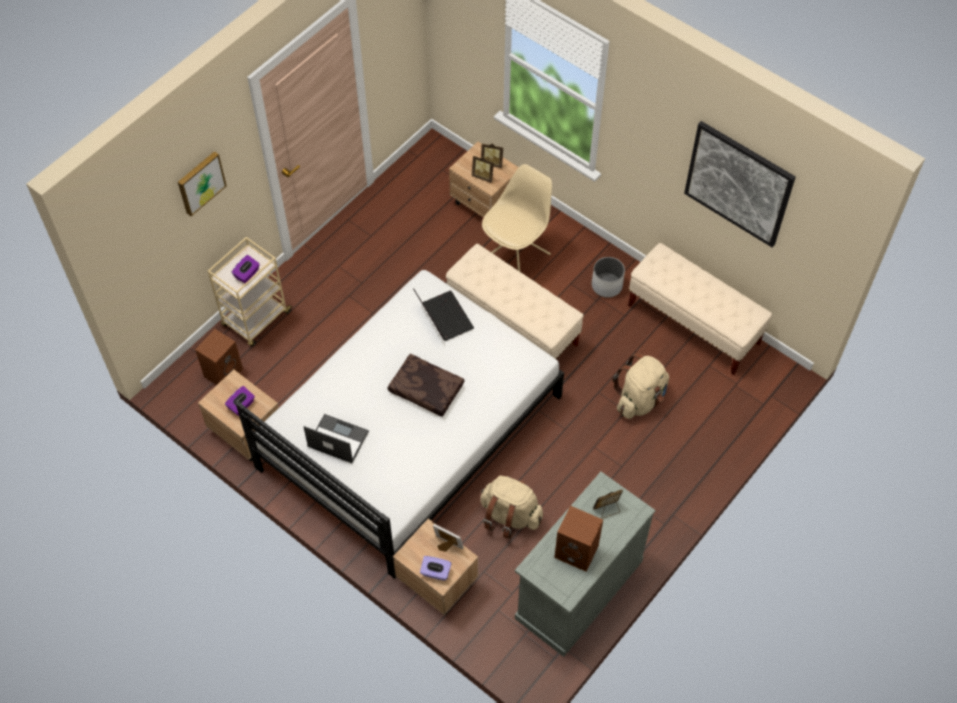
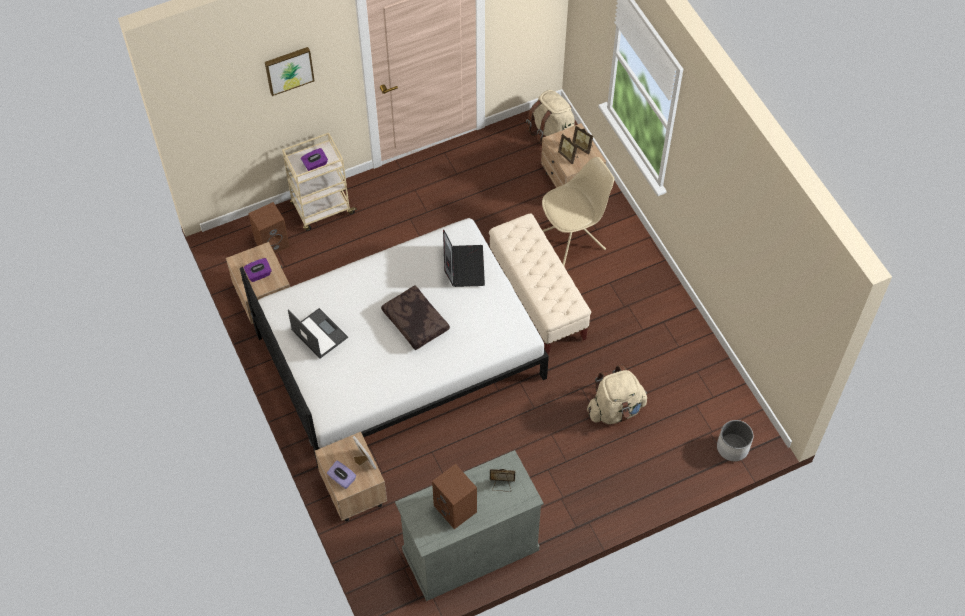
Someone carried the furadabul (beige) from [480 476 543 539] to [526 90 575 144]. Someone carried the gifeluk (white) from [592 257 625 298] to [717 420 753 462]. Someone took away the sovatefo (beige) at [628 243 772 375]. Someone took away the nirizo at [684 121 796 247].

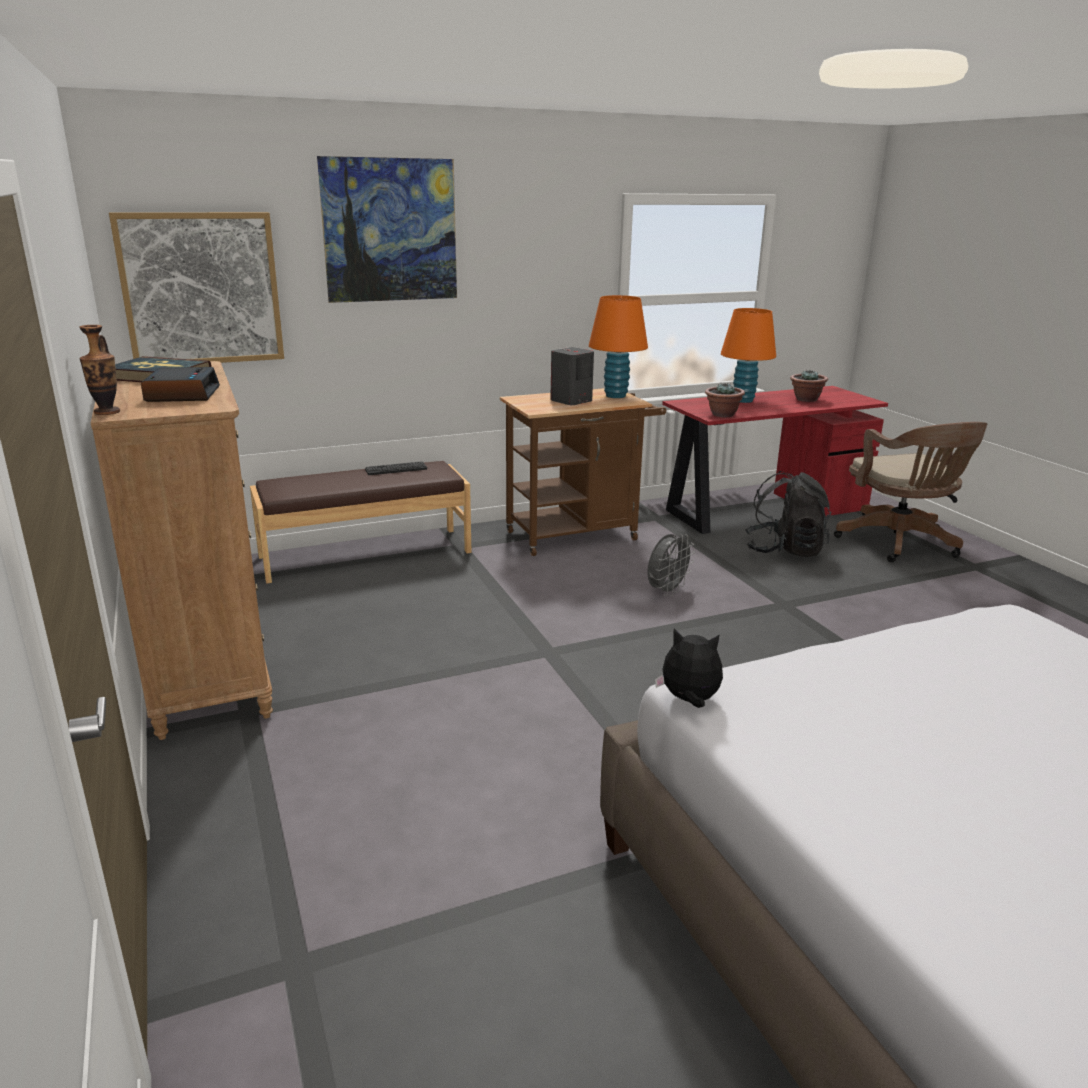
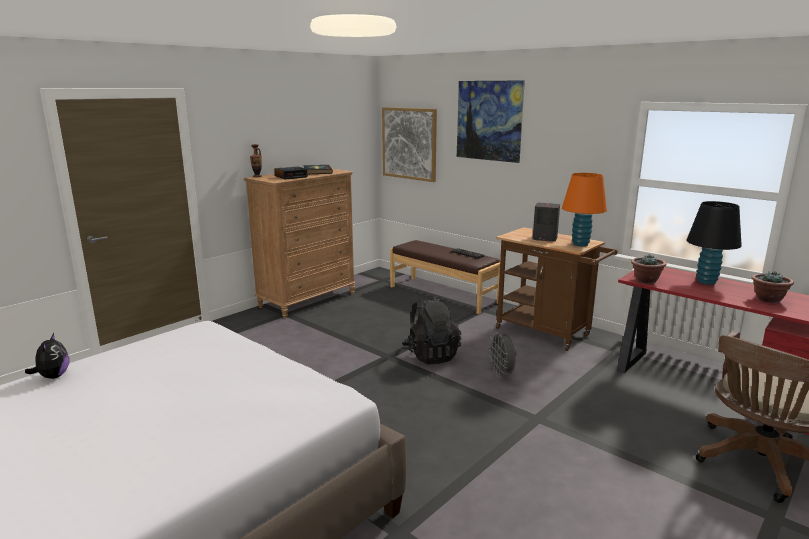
Someone carried the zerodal from [655 629 723 708] to [25 333 69 379]. Someone carried the furadabul (black) from [745 471 831 557] to [402 297 461 364]. Someone rotated the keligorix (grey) at [647 534 695 596] by 60 degrees clockwise. Someone repainted the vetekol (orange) at [721 308 776 403], which became the vetekol (black) at [686 201 742 285].

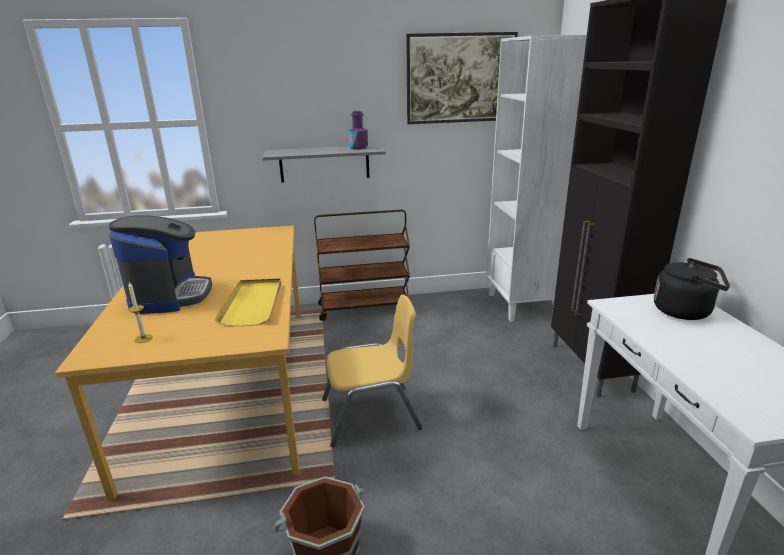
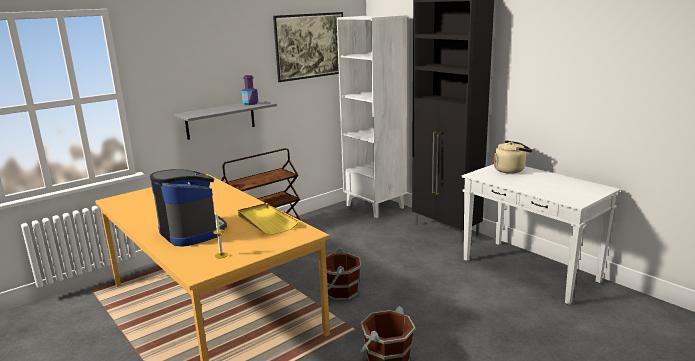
Someone swapped the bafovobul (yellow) at [322 295 422 447] for the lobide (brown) at [326 248 361 301]. Someone repainted the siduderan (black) at [654 258 730 320], which became the siduderan (beige) at [494 140 532 174].

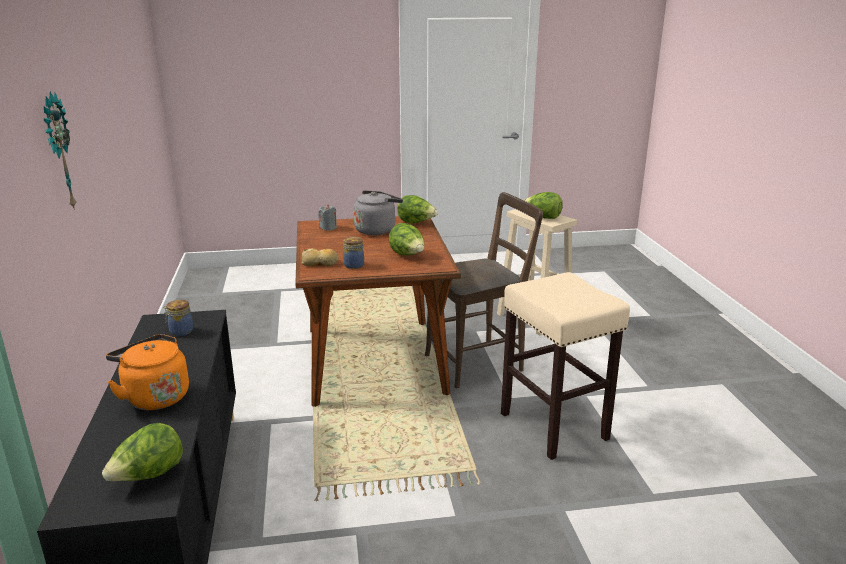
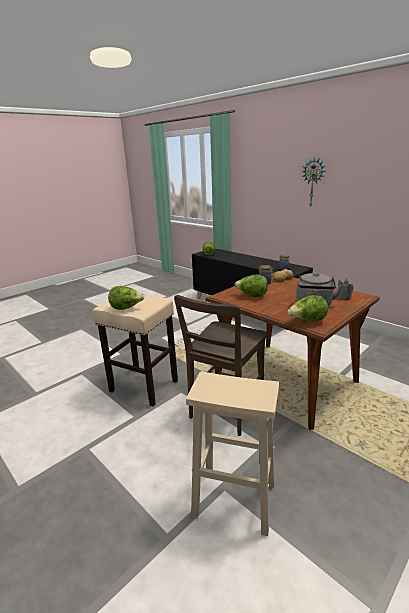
Someone carried the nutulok from [524 192 563 219] to [108 286 144 310]. Someone took away the siduderan (orange) at [106 334 189 410].

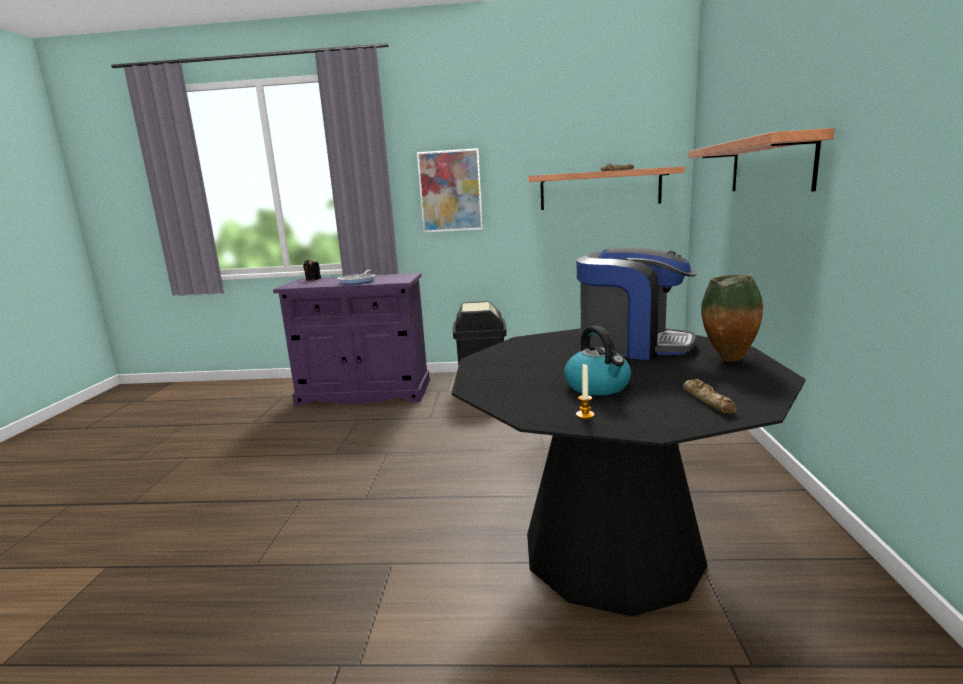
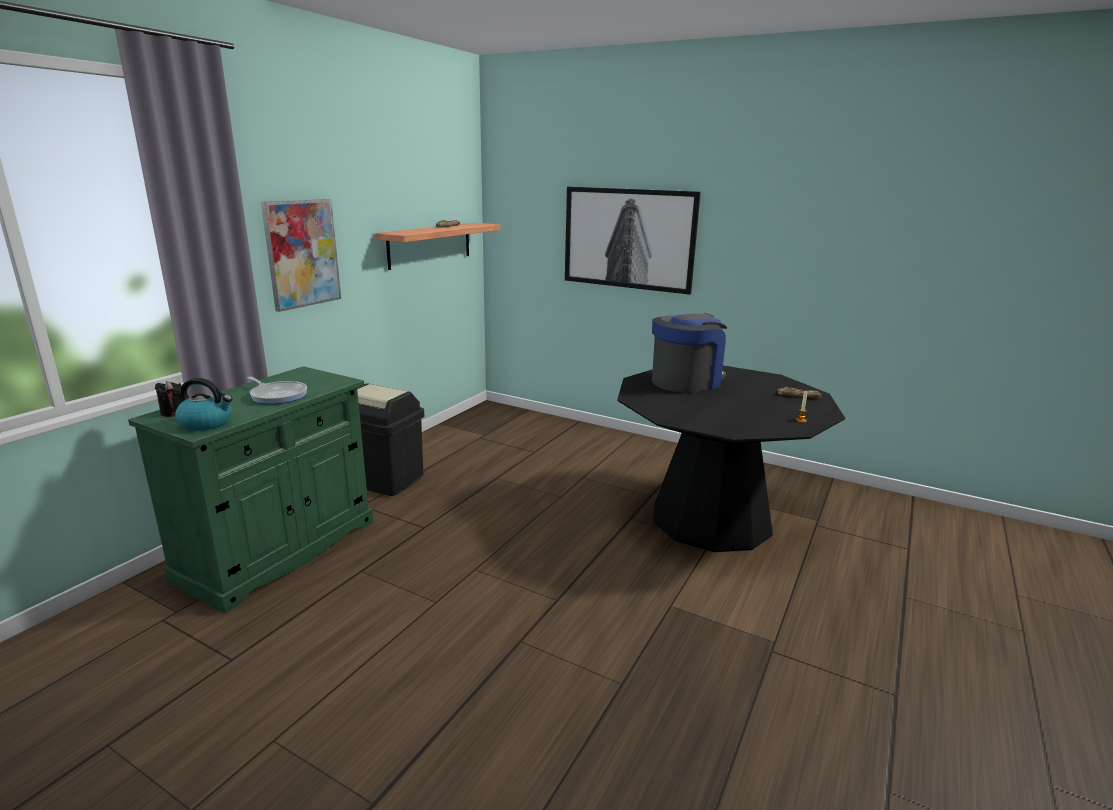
Someone repainted the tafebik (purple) at [273 273 430 406], which became the tafebik (green) at [128 366 373 613]. Someone carried the siduderan from [564 326 631 396] to [175 378 233 431]. Someone swapped the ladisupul at [689 128 835 191] for the nirizo at [565 187 701 295]. Someone took away the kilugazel at [701 275 763 362].

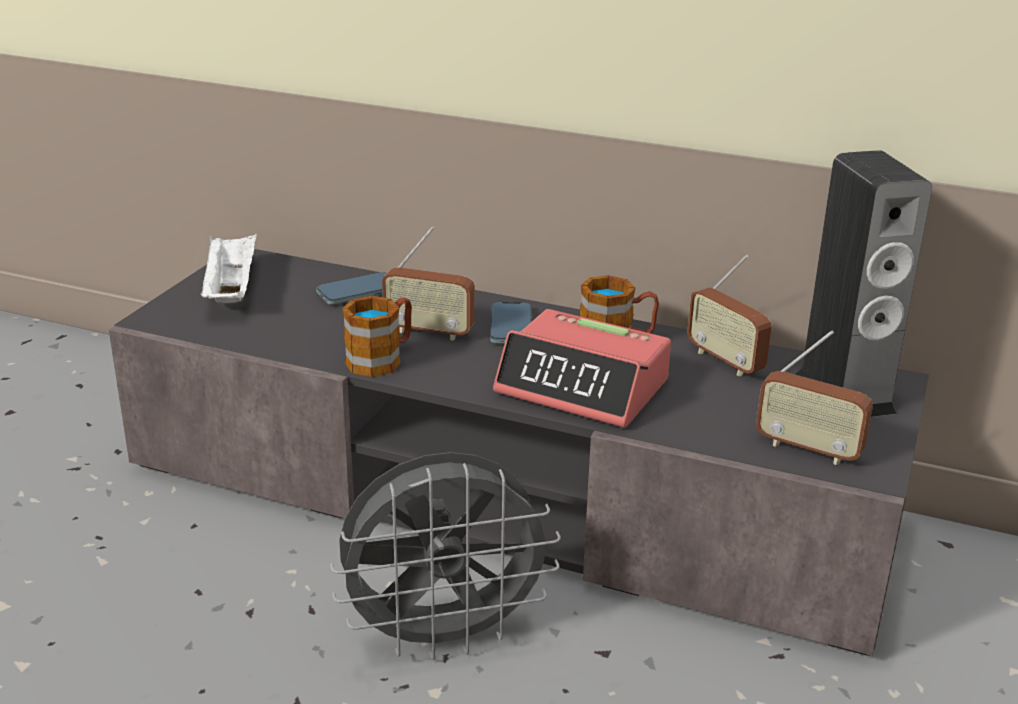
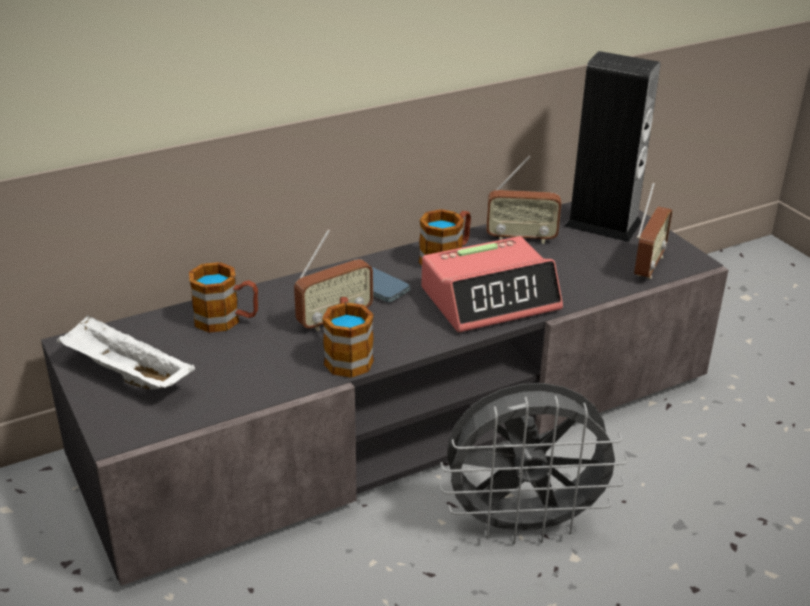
Someone swapped the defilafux at [316 272 387 305] for the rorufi at [189 262 258 333]. Someone rotated the keligorix (grey) at [330 452 561 660] by 60 degrees clockwise. Someone rotated the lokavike at [756 330 873 465] by 45 degrees counterclockwise.

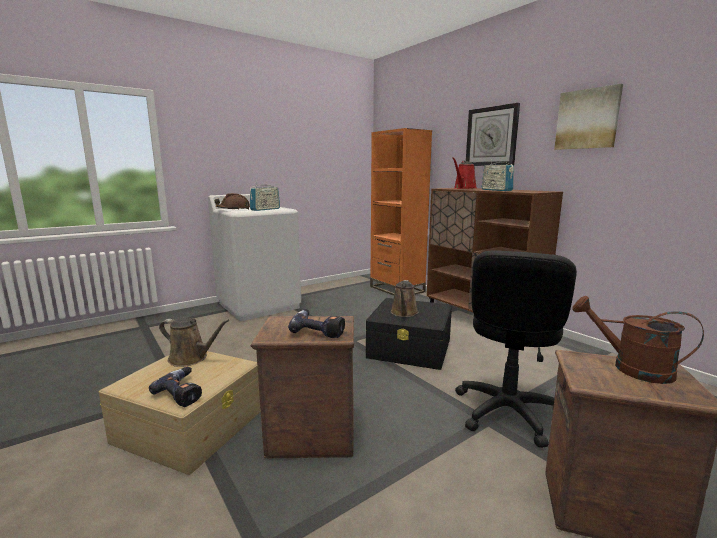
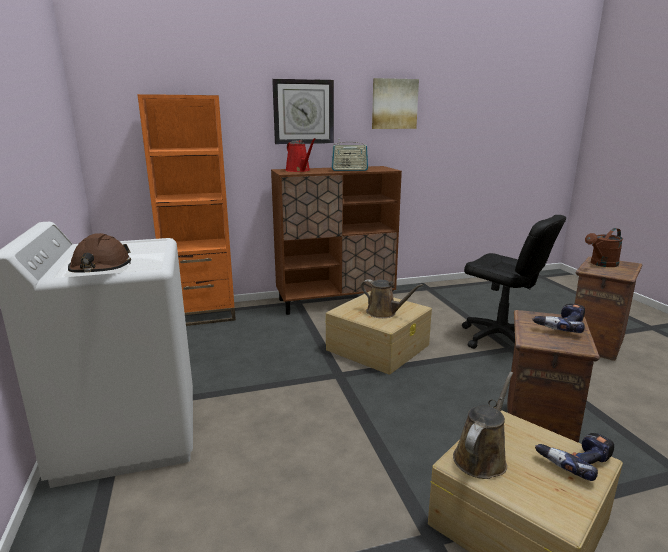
Someone repainted the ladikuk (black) at [366 298 452 370], which became the ladikuk (beige) at [326 291 432 375]. Someone took away the lokavike at [250 182 280 211].

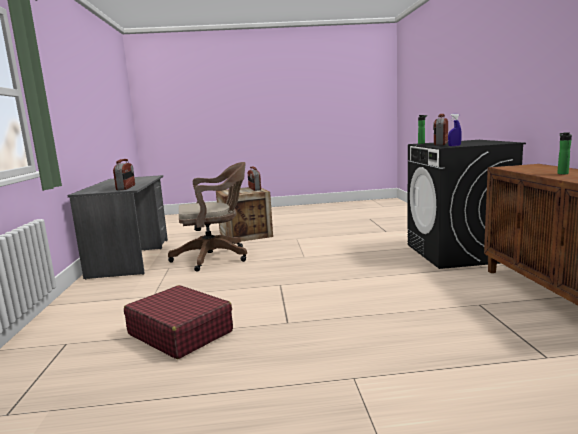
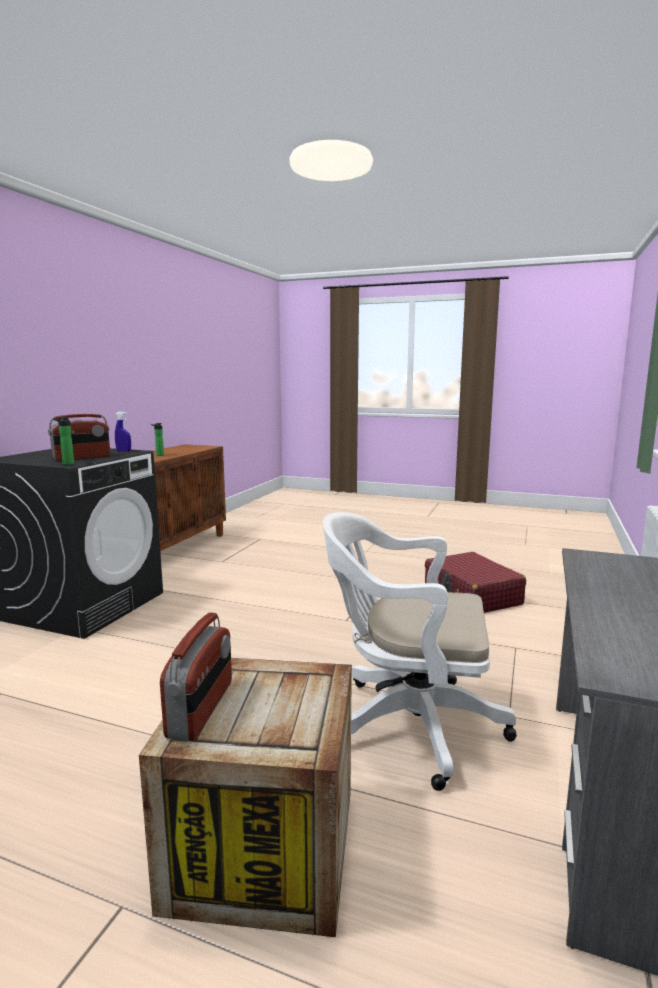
Someone repainted the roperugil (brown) at [168 162 247 272], which became the roperugil (white) at [323 512 517 791]. Someone took away the lokavike at [113 159 135 191].

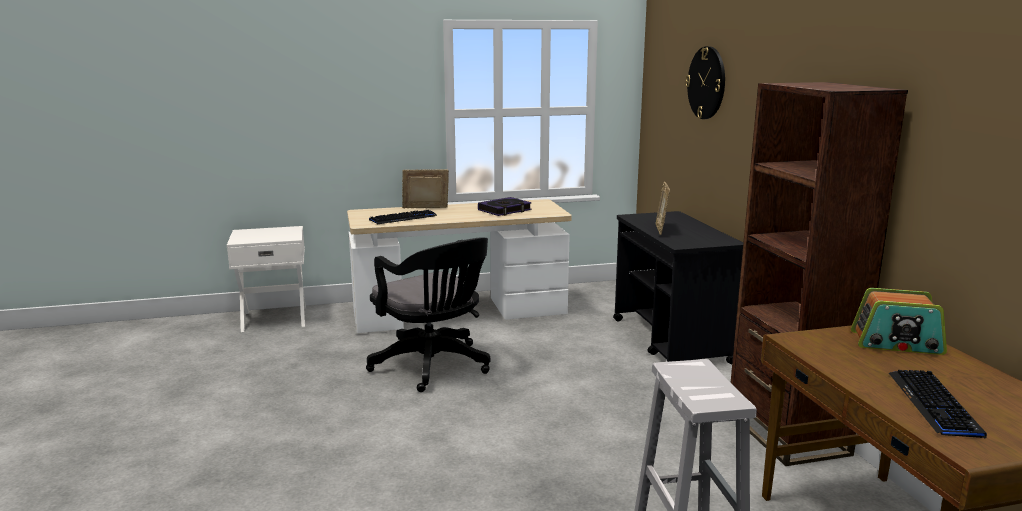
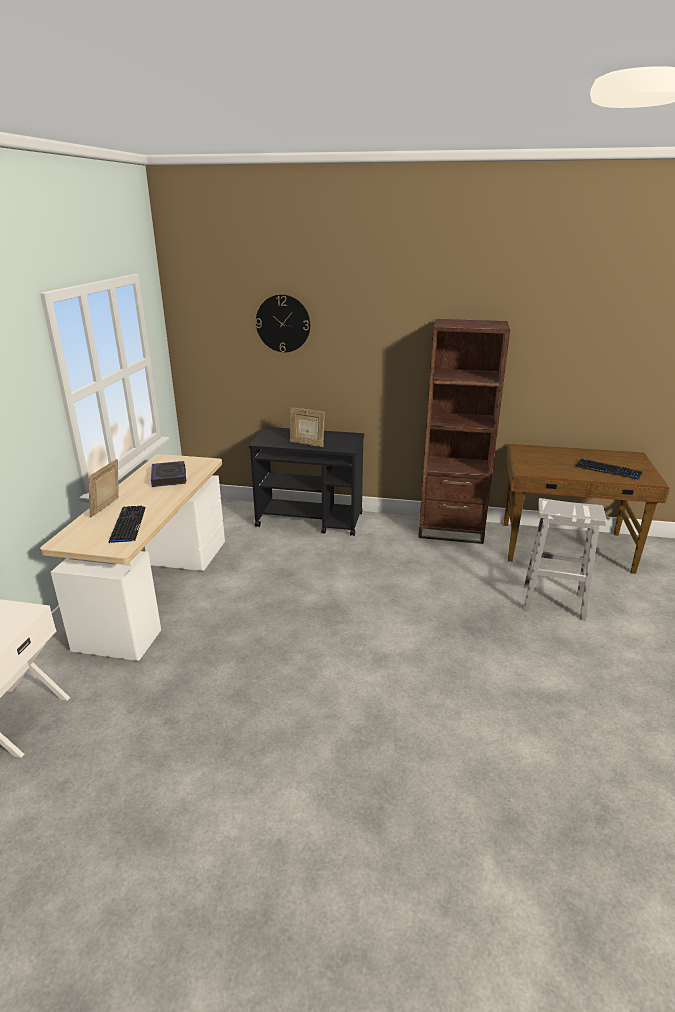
Someone took away the roperugil (black) at [366 237 491 392]. Someone took away the lokavike at [851 288 947 355].

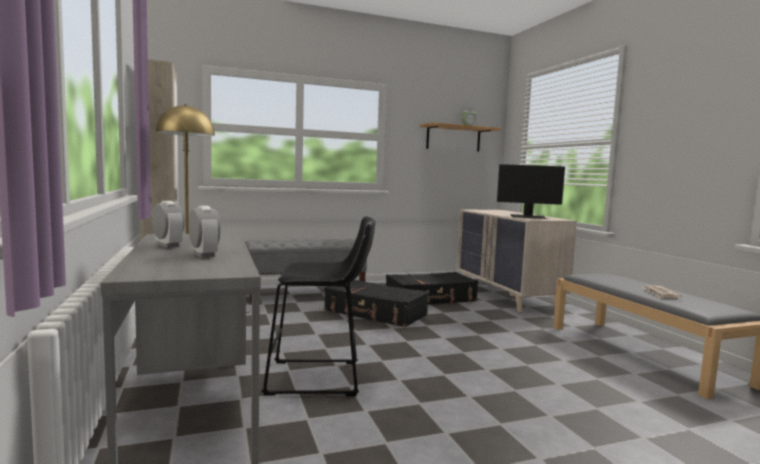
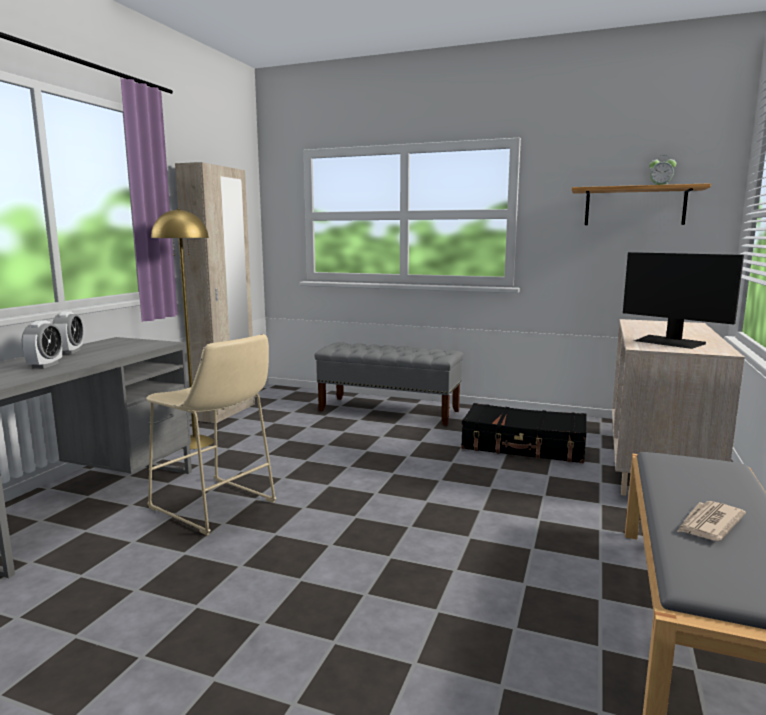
Someone repainted the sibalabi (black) at [262 216 375 396], which became the sibalabi (beige) at [146 334 276 535]. Someone took away the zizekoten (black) at [324 280 429 327].

